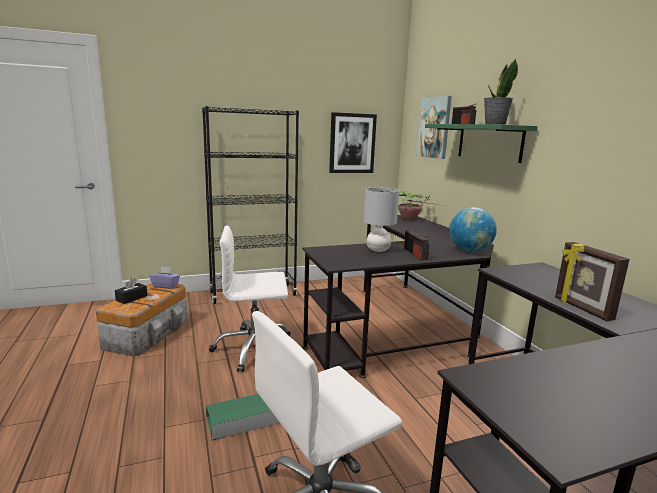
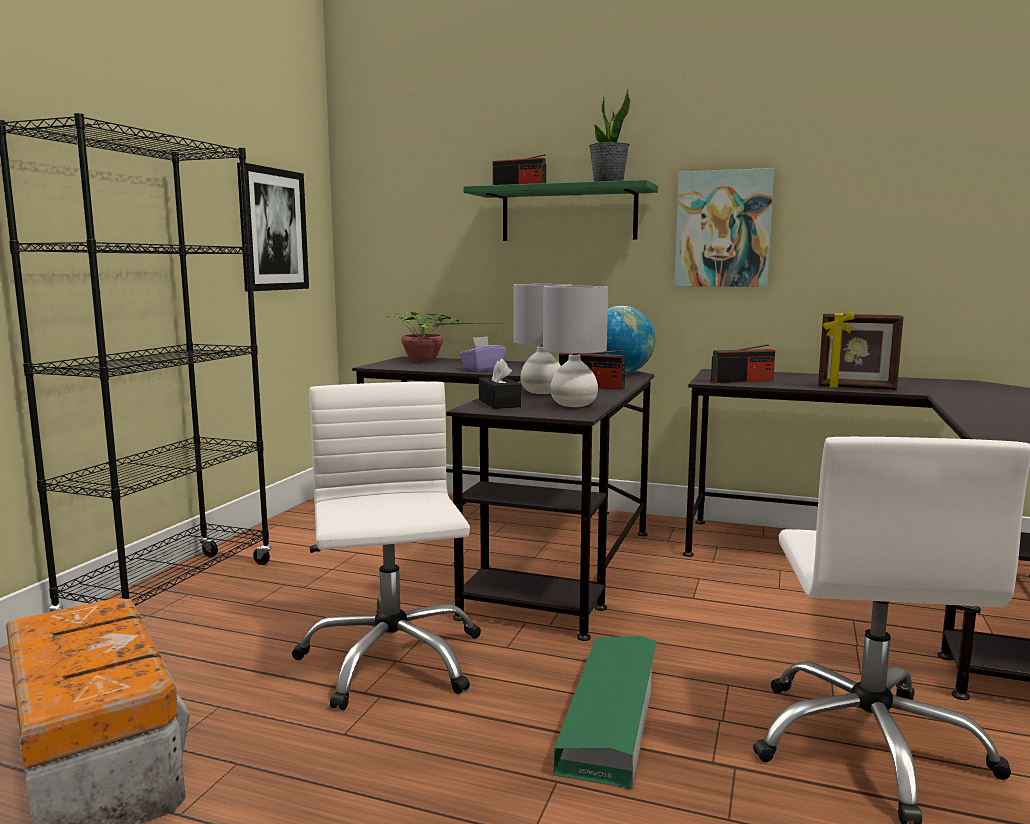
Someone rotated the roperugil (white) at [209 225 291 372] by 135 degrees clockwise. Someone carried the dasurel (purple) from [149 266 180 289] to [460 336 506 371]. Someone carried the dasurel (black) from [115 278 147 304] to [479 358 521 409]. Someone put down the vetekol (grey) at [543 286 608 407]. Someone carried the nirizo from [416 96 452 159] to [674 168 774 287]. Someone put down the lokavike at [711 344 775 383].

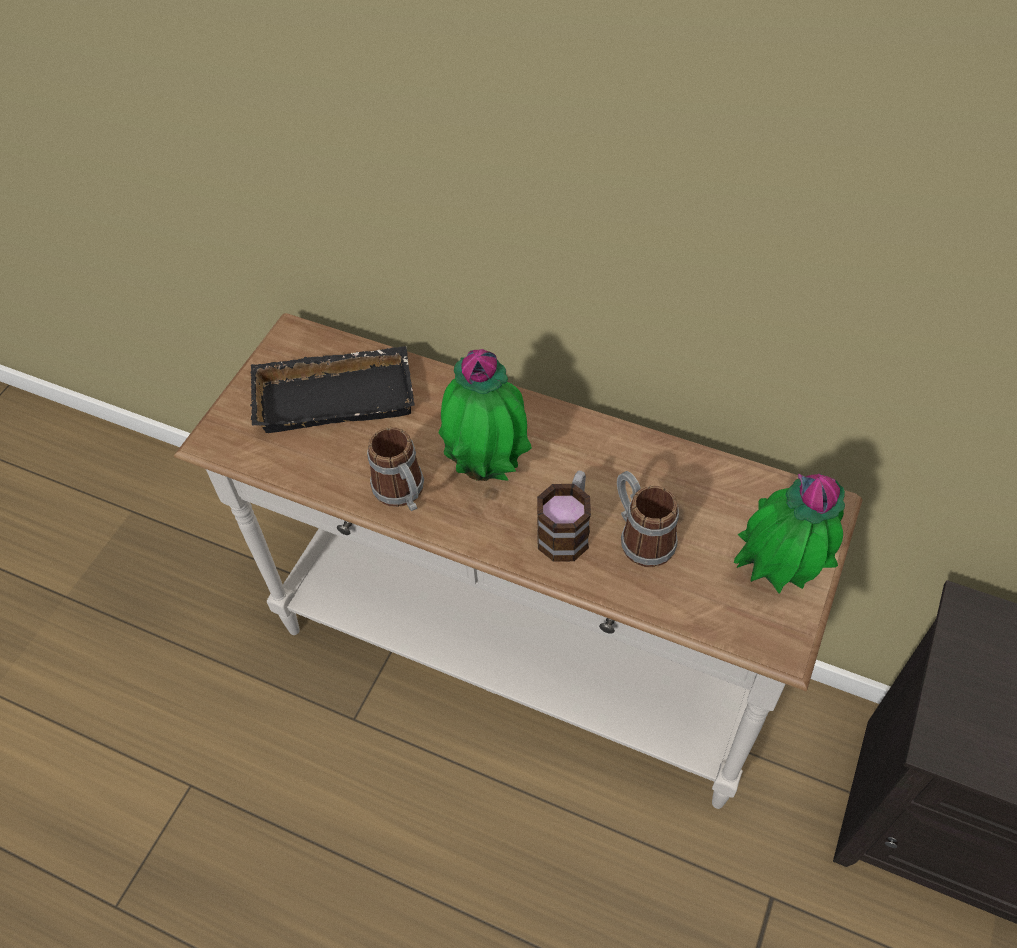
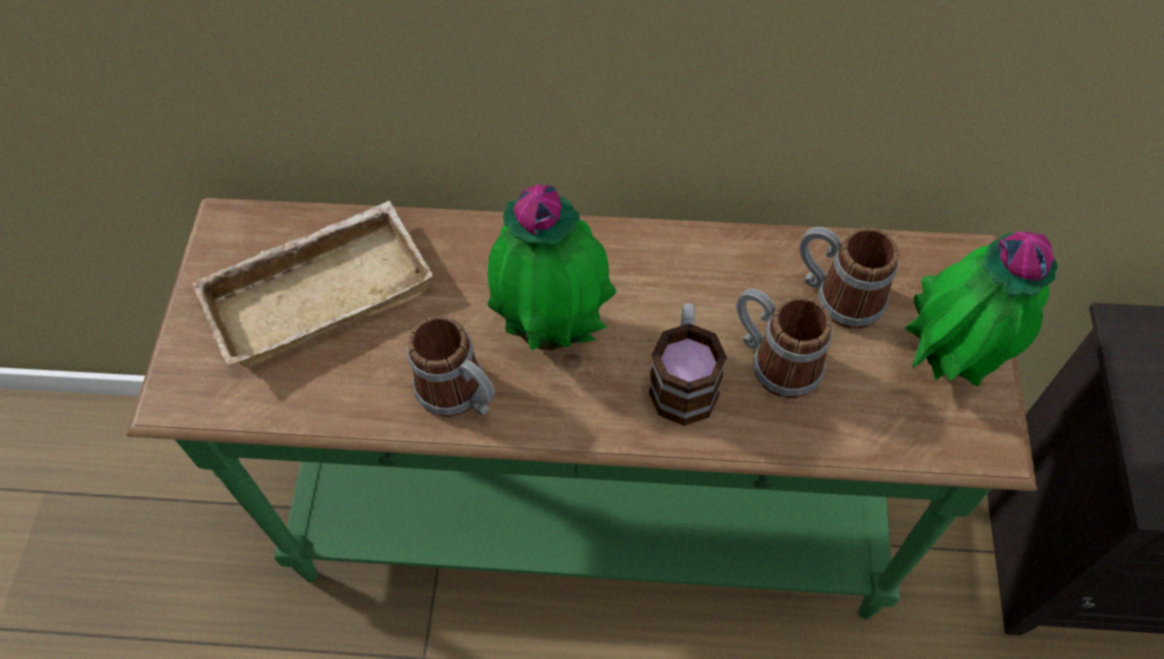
Someone repainted the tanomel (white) at [174 313 862 809], which became the tanomel (green) at [127 198 1037 619]. Someone repainted the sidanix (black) at [250 346 415 433], which became the sidanix (beige) at [191 201 433 367]. Someone put down the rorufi at [799 227 899 329].

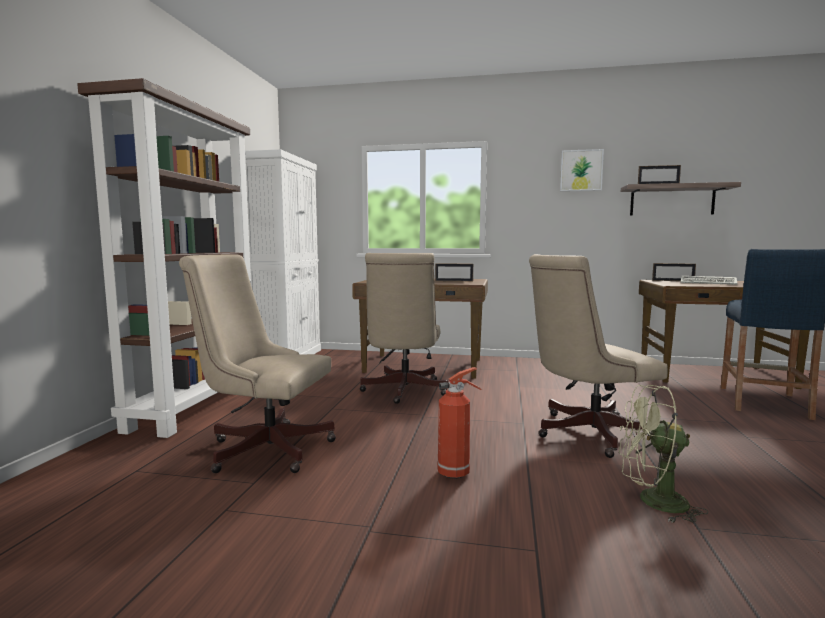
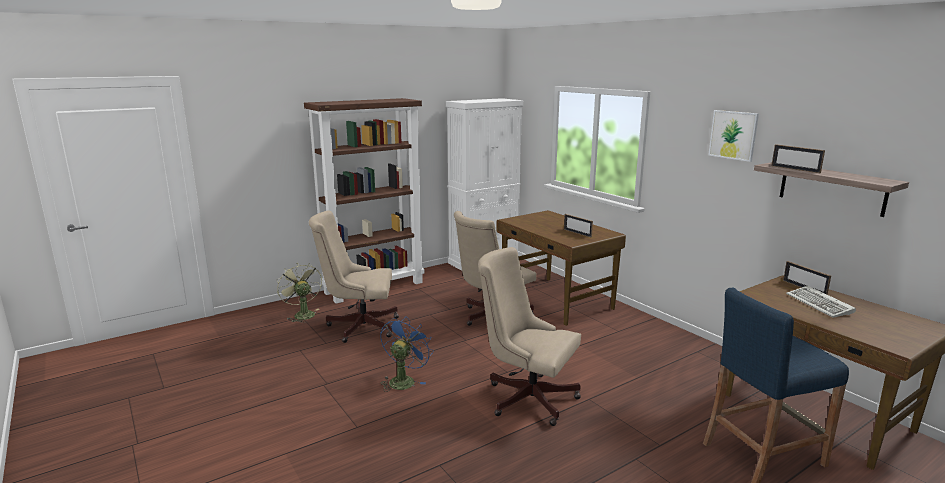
Someone carried the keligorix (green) from [618 385 709 523] to [276 262 322 323]. Someone rotated the roperugil (beige) at [179 254 336 473] by 60 degrees counterclockwise. Someone swapped the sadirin at [437 367 482 479] for the keligorix (blue) at [380 316 433 392].

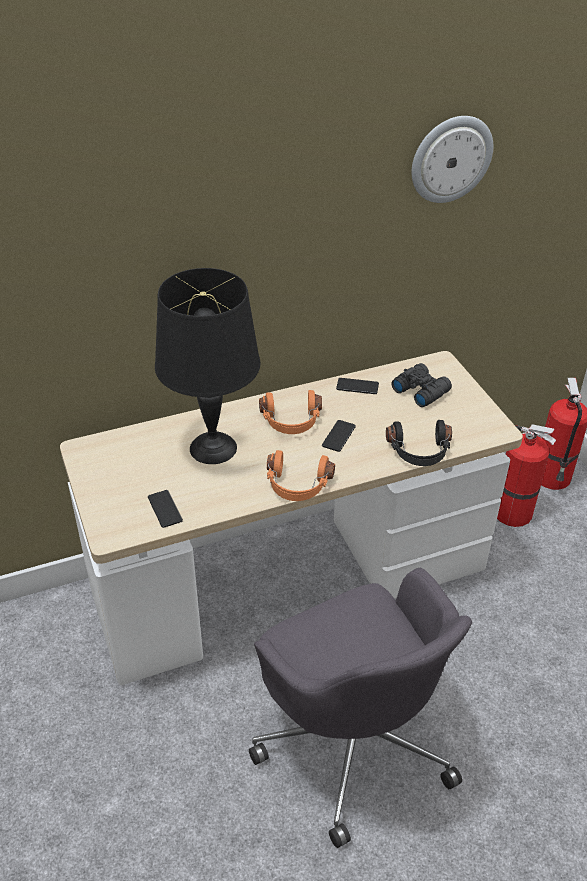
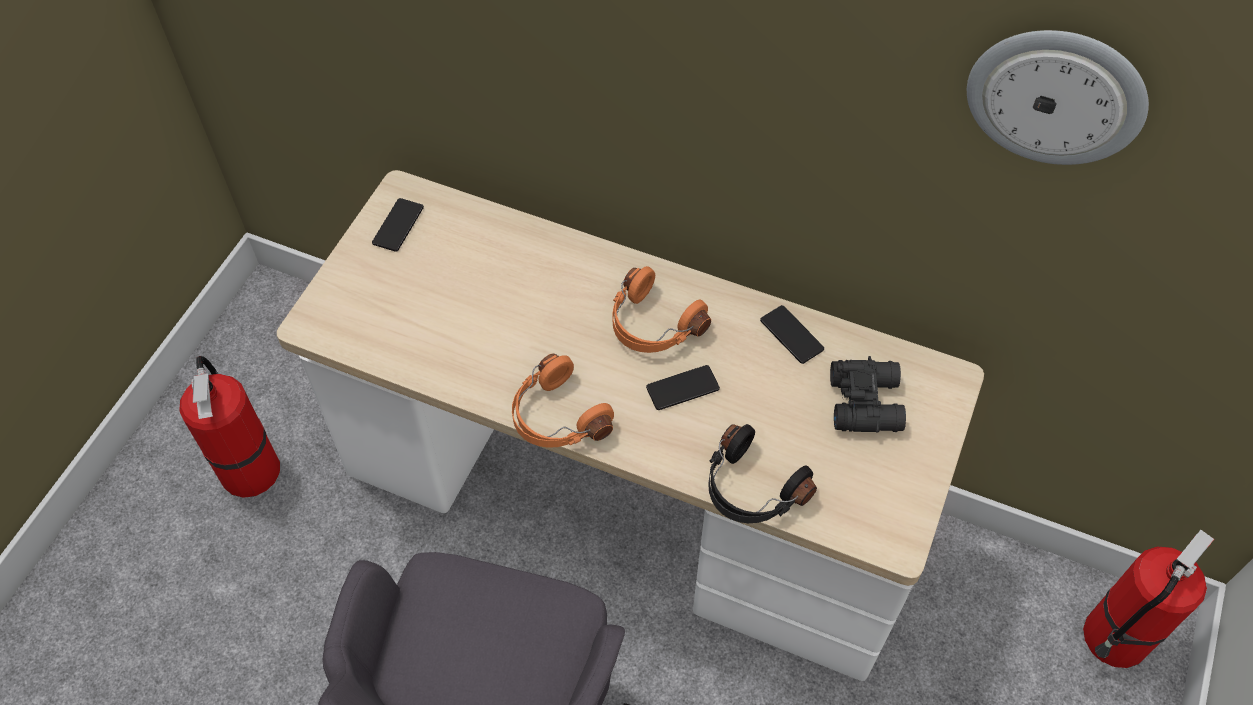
Someone carried the sadirin from [497 424 556 527] to [179 356 280 498]. Someone carried the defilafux from [148 490 183 528] to [372 198 424 252]. Someone took away the vetekol (black) at [155 268 260 464].

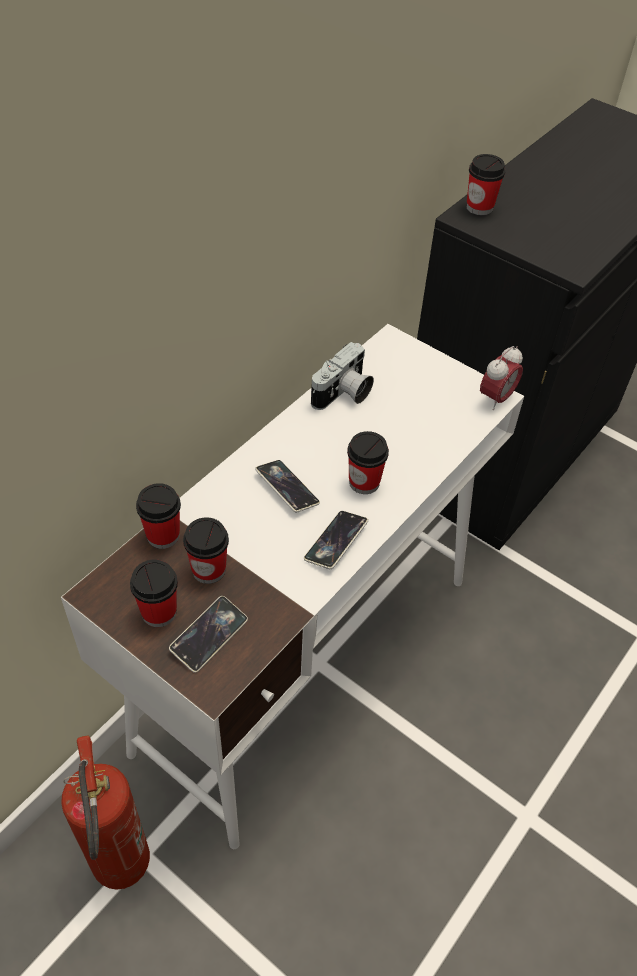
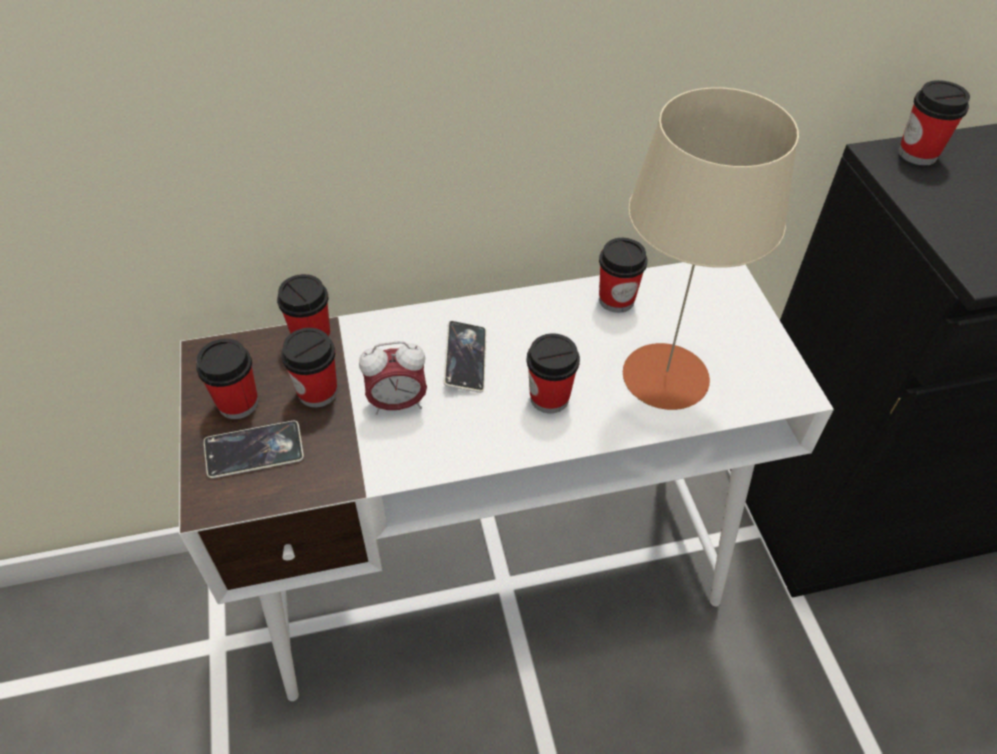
Someone carried the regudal from [480 346 523 410] to [359 341 427 415]. Someone swapped the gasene at [311 342 374 410] for the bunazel at [599 238 647 313]. Someone put down the vetekol (beige) at [623 87 799 410]. Someone took away the sadirin at [61 736 150 890]. Someone took away the defilafux at [304 511 368 569].

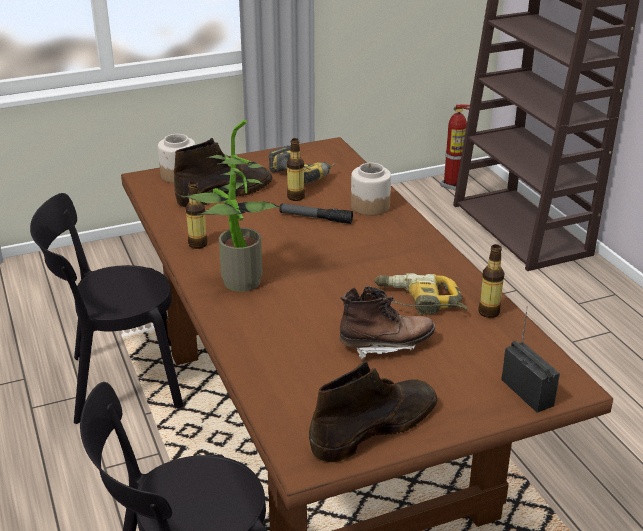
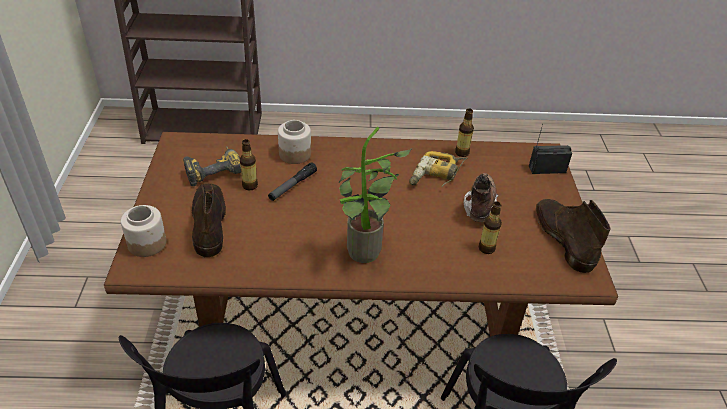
Someone carried the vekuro from [185 181 208 249] to [479 201 502 254]. Someone took away the sadirin at [440 105 470 191].

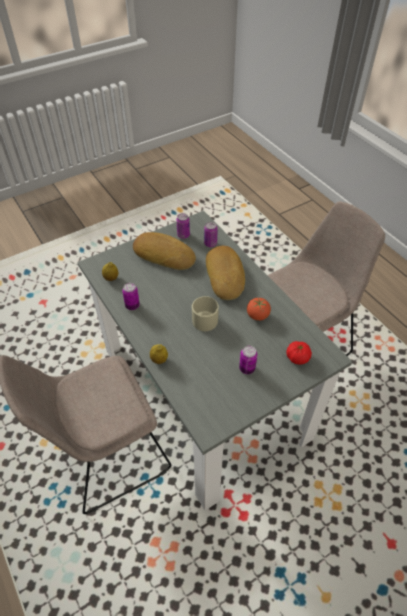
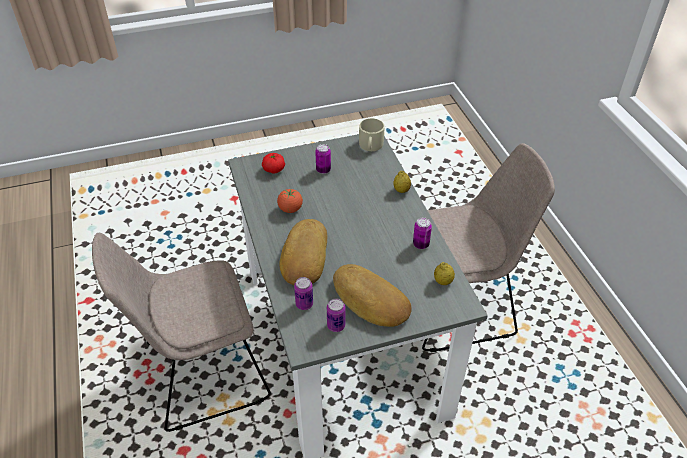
Someone carried the rorufi (beige) from [192 296 219 331] to [359 118 385 151].

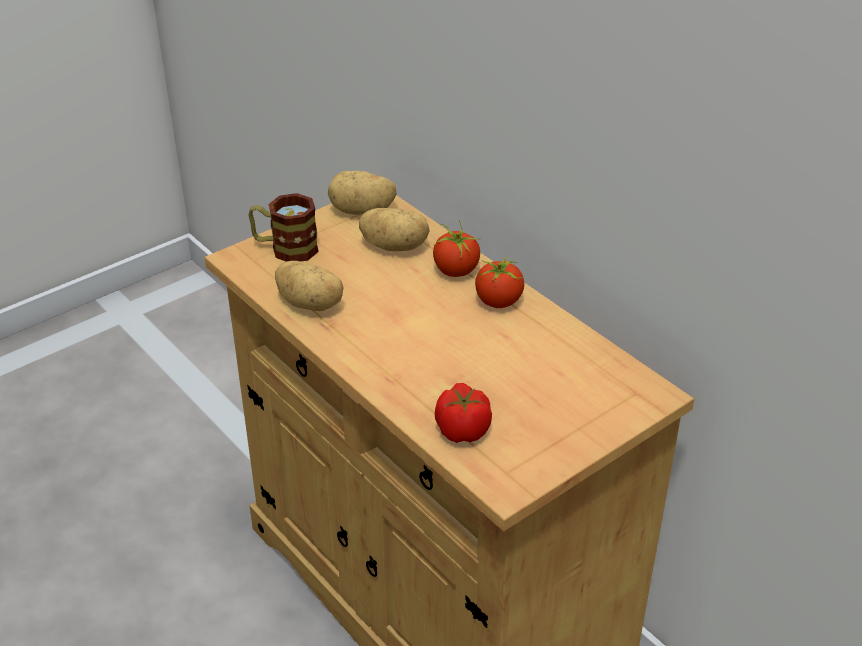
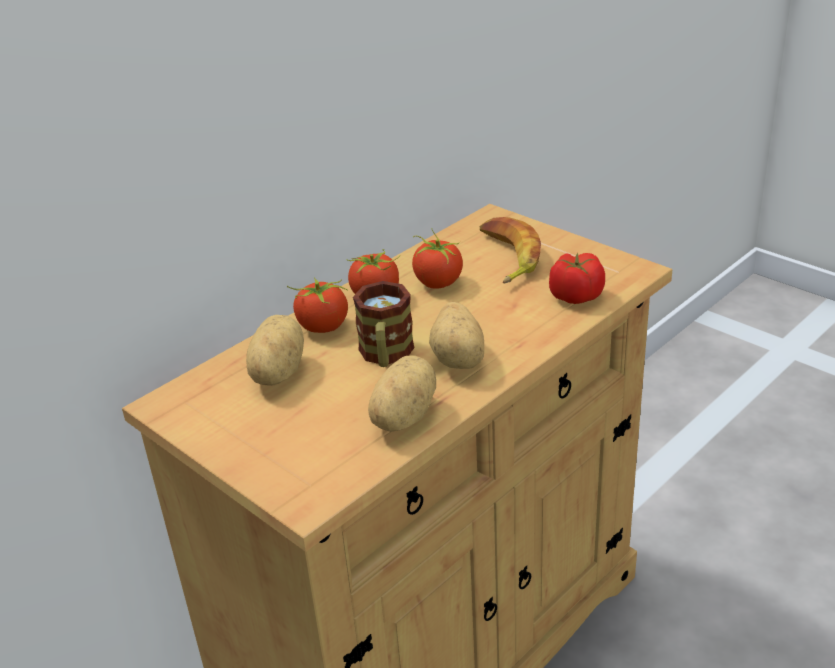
Someone carried the rorufi from [249 193 319 262] to [353 281 414 367]. Someone put down the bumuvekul at [412 230 463 289]. Someone carried the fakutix from [328 171 397 215] to [429 302 484 369]. Someone put down the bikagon at [480 217 541 284].

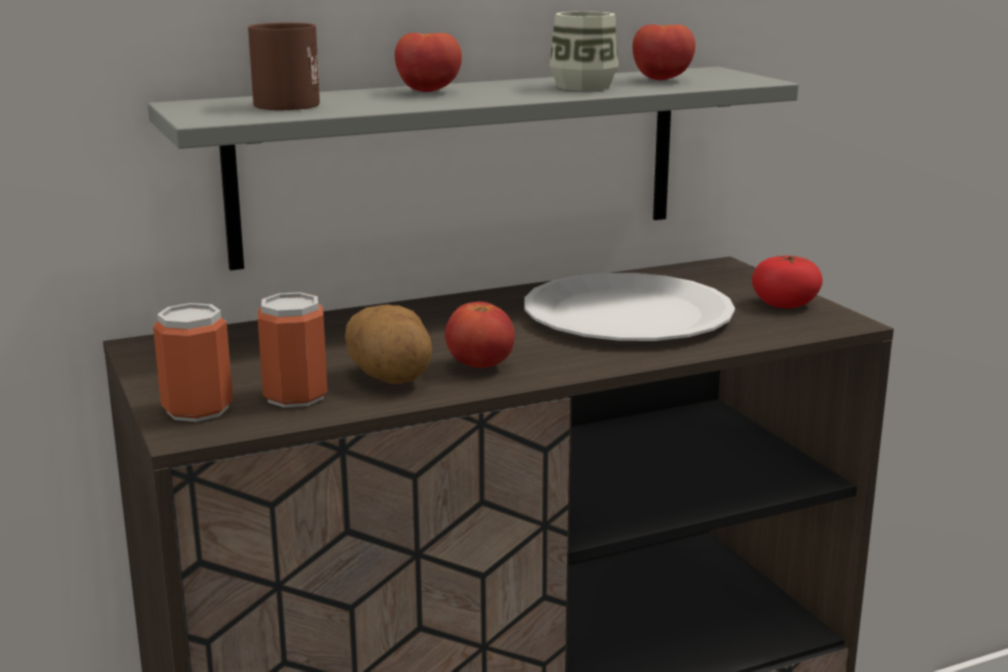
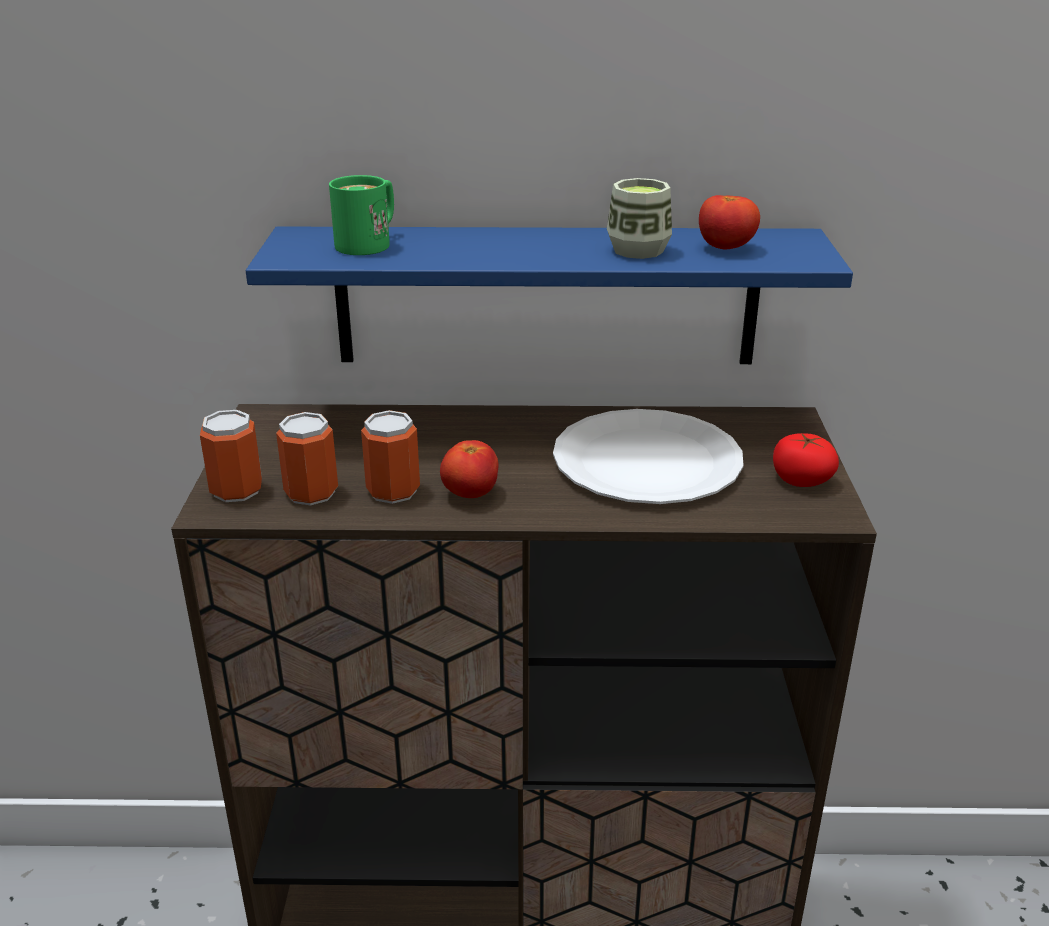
Someone repainted the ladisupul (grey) at [148 67 799 271], which became the ladisupul (blue) at [246 226 853 364]. Someone repainted the rorufi (brown) at [248 23 320 110], which became the rorufi (green) at [329 175 394 255]. Someone swapped the fakutix at [345 305 432 384] for the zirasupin at [361 410 420 504]. Someone took away the bumuvekul at [395 33 462 92].

